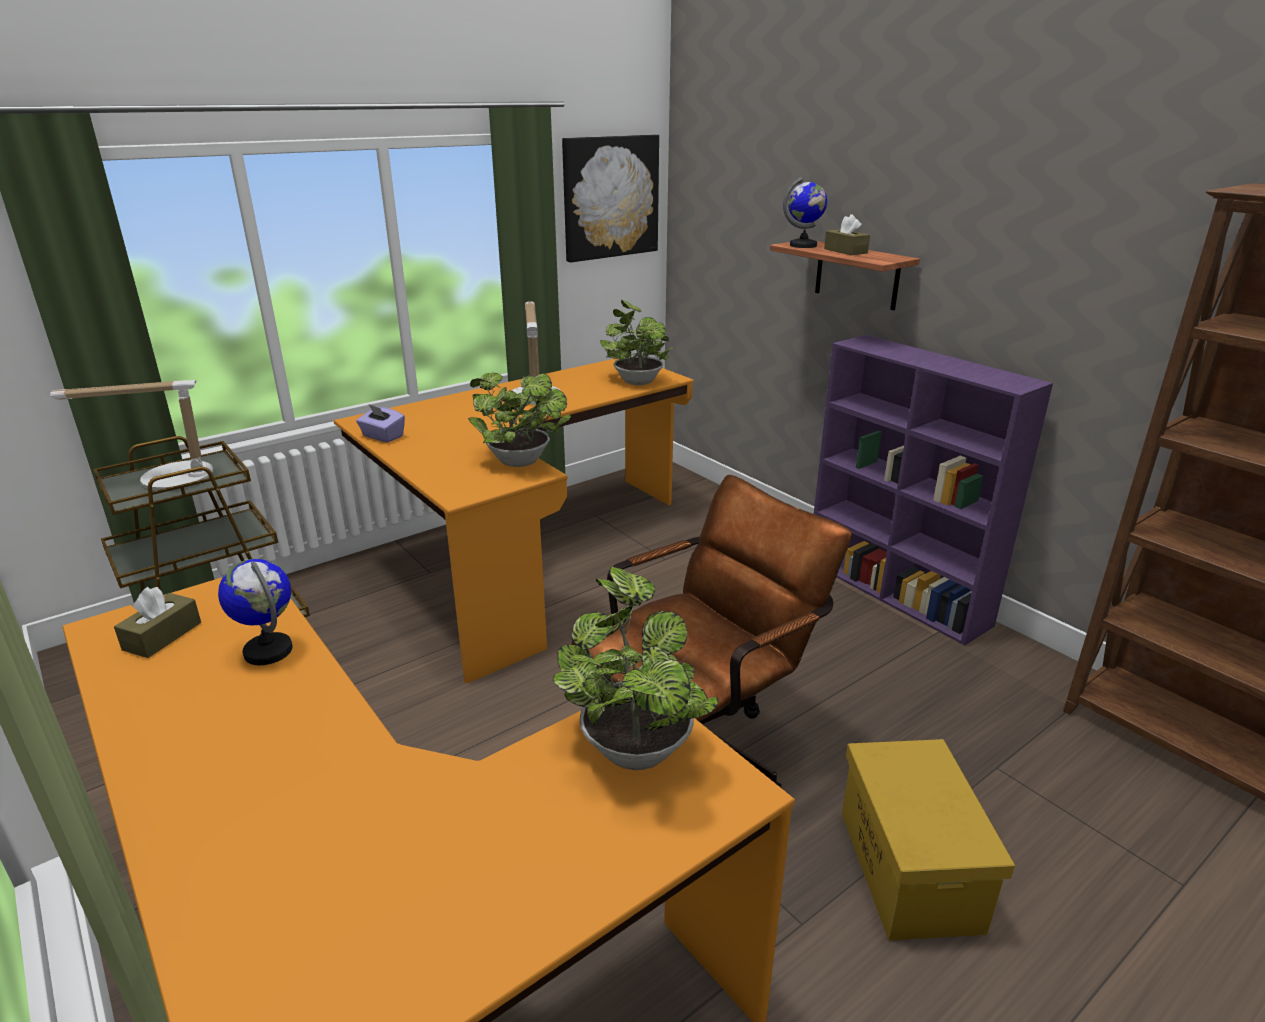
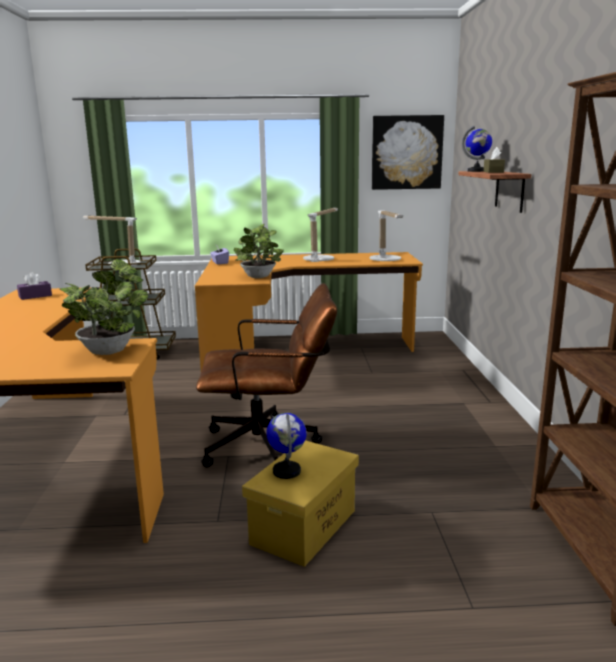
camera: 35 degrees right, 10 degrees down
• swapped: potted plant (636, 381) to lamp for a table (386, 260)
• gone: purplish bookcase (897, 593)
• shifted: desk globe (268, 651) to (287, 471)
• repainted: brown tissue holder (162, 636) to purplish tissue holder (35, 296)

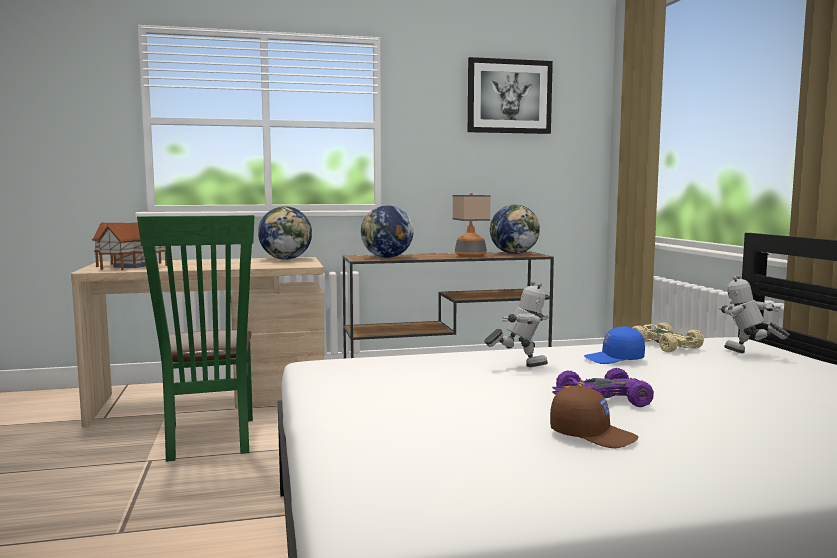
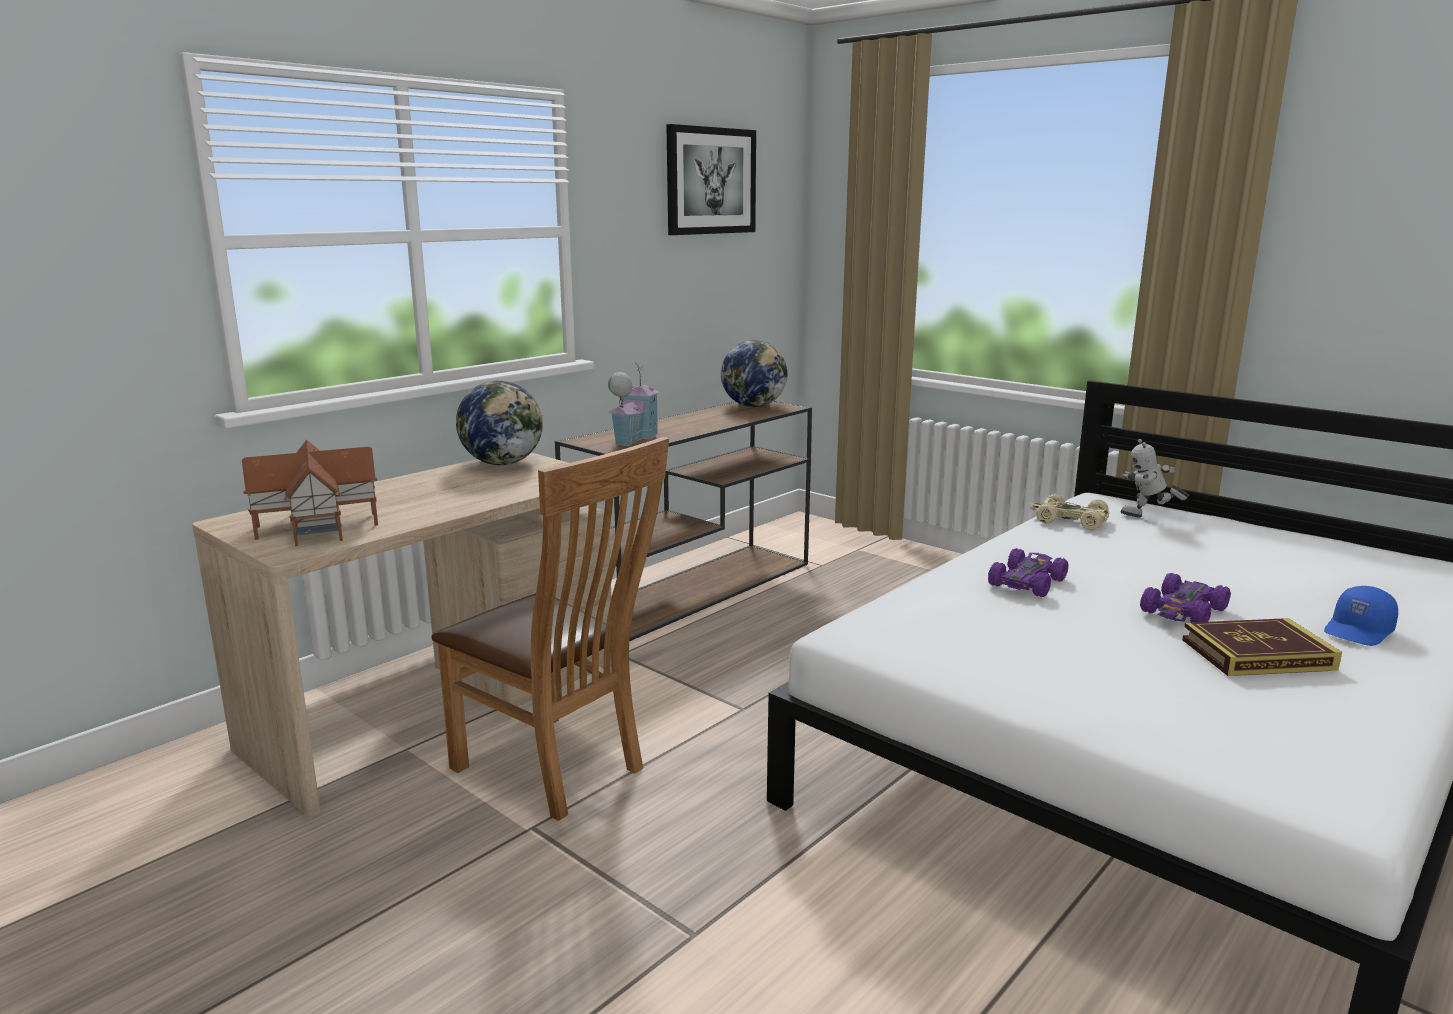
camera: 35 degrees left, 10 degrees up
• gone: lamp for a table (470, 256)
• swapped: desk globe (387, 257) to toy house (633, 438)
• repainted: greenish upright chair (208, 441) to brown upright chair (557, 770)
• swapped: toy robot (519, 365) to purplish toy car (1027, 582)
• shifted: bluish peaked cap (614, 359) to (1359, 631)
• swapped: brown peaked cap (592, 434) to volume (1257, 654)

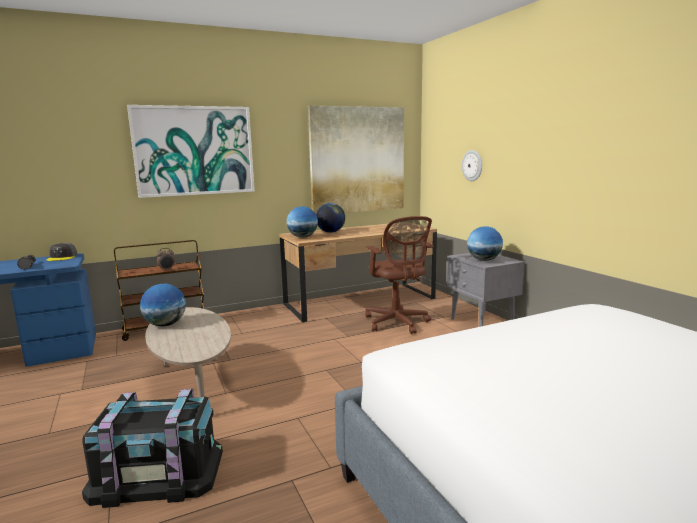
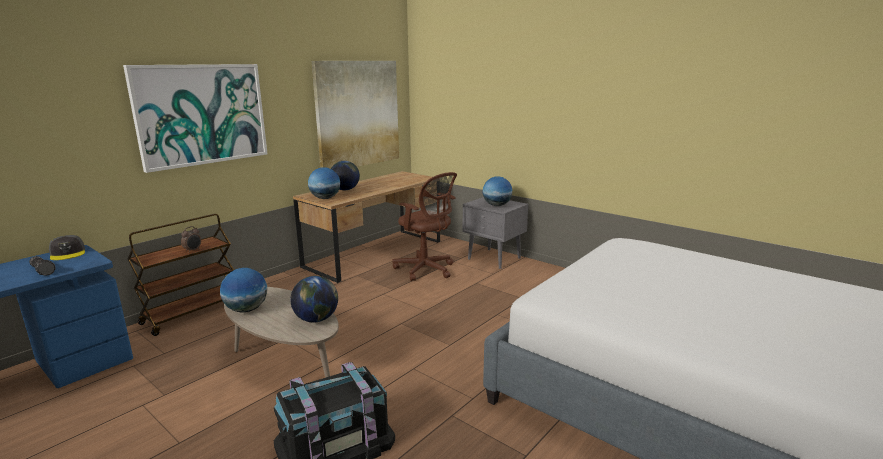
camera: 25 degrees left, 5 degrees up
• gone: hanging clock (472, 165)
• new: desk globe (316, 319)

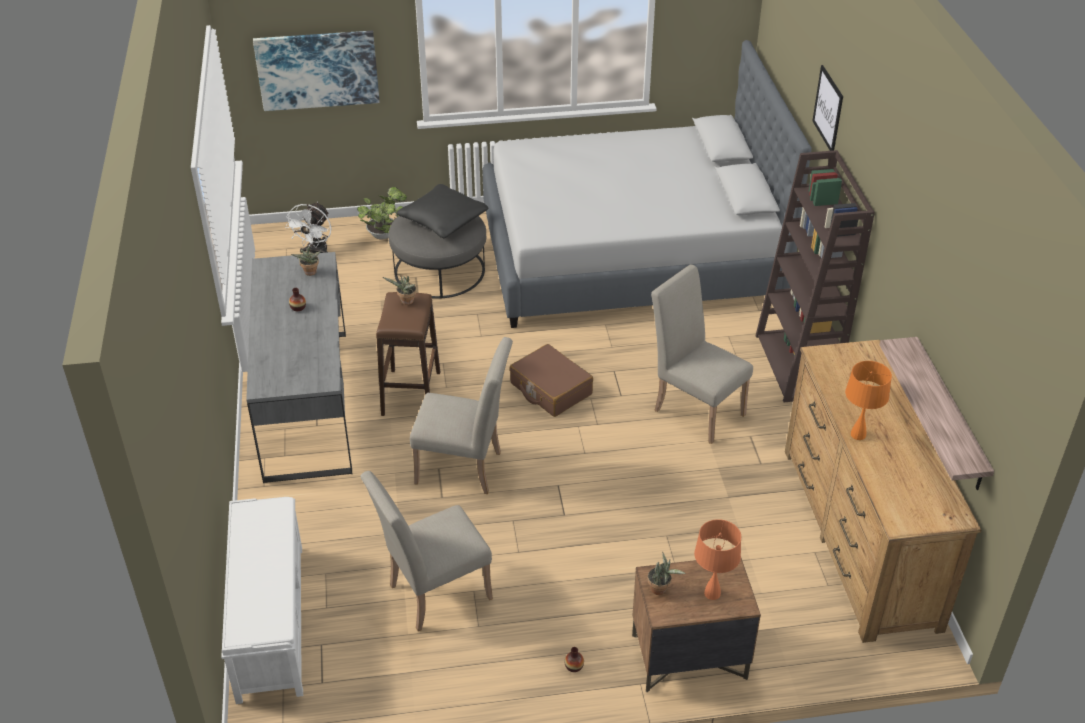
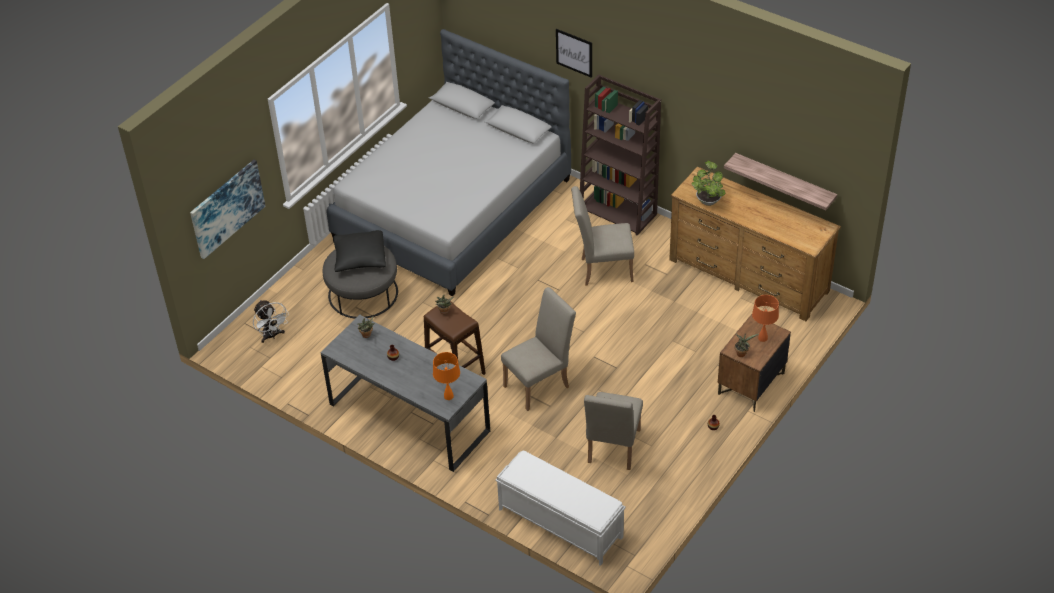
camera: 45 degrees left, 5 degrees up
• shifted: potted plant (384, 234) to (708, 200)
• gone: brown travel case (550, 389)
• shifted: orange-coloured lamp for a table (858, 434) to (448, 396)

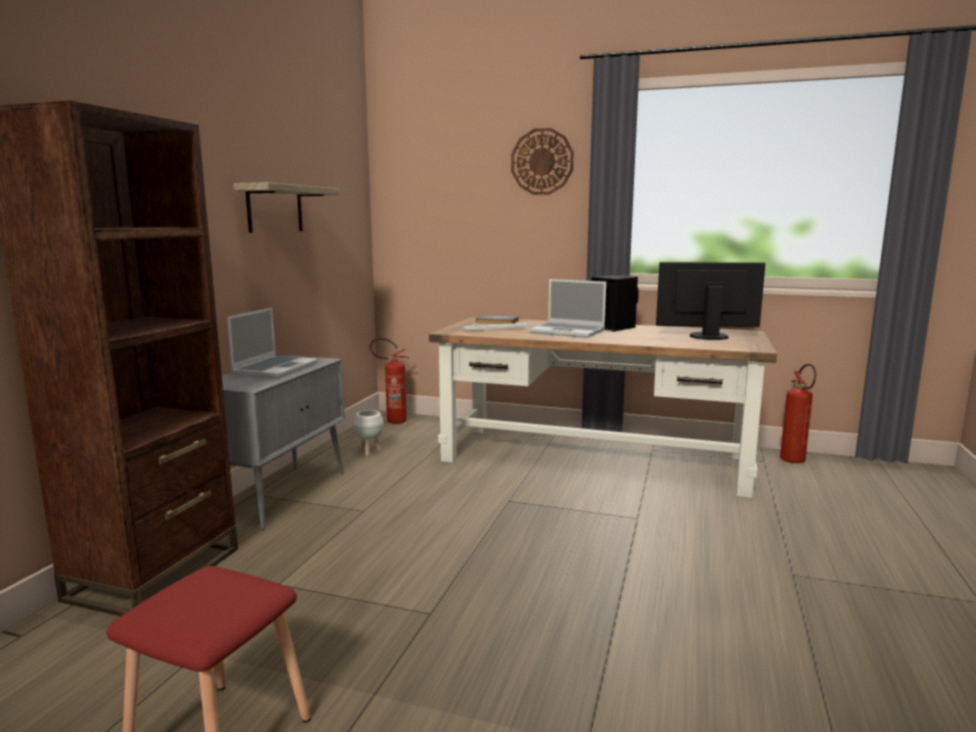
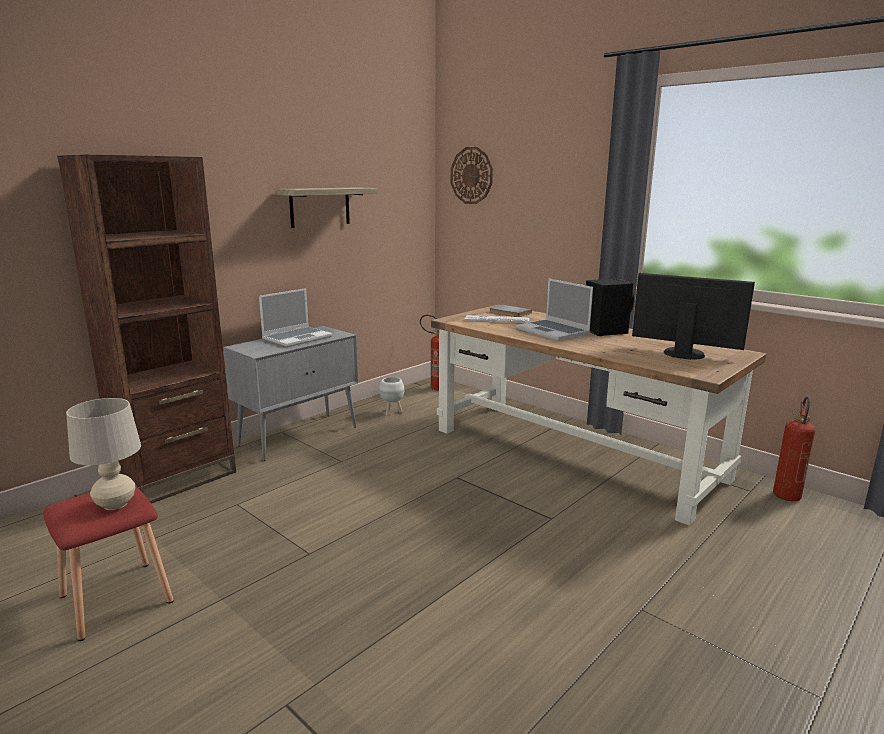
camera: 25 degrees right, 5 degrees up
• shifted: hanging clock (542, 162) to (471, 175)
• new: beige-coloured lamp for a table (115, 504)

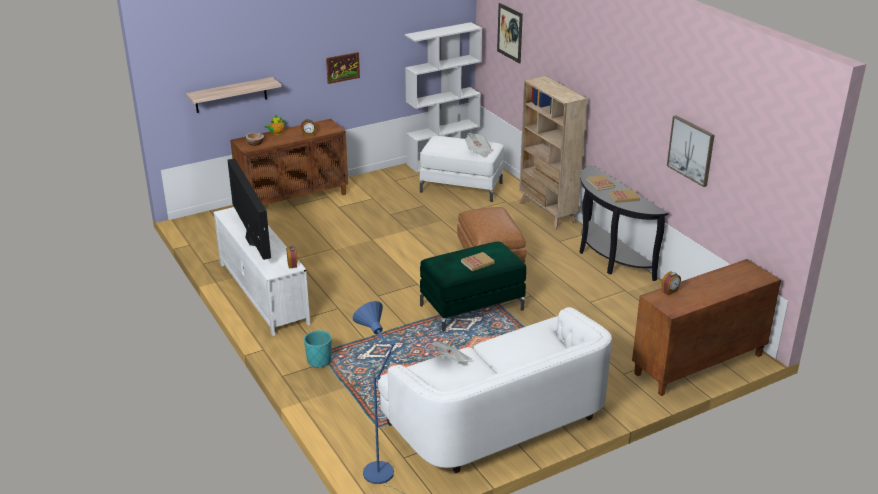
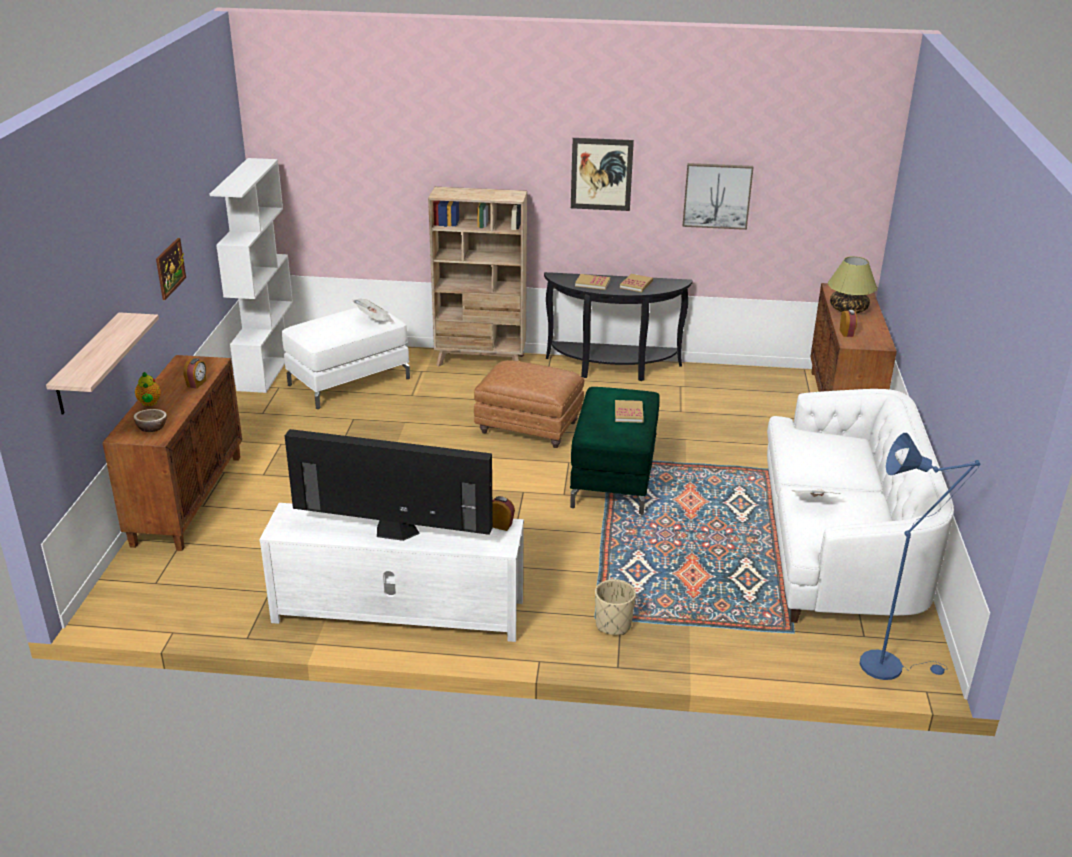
camera: 55 degrees left, 0 degrees up
• shifted: wall picture (509, 32) to (601, 174)
• repainted: turquoise flower pot (319, 361) to beige-coloured flower pot (613, 625)
• new: lamp for a table (848, 309)

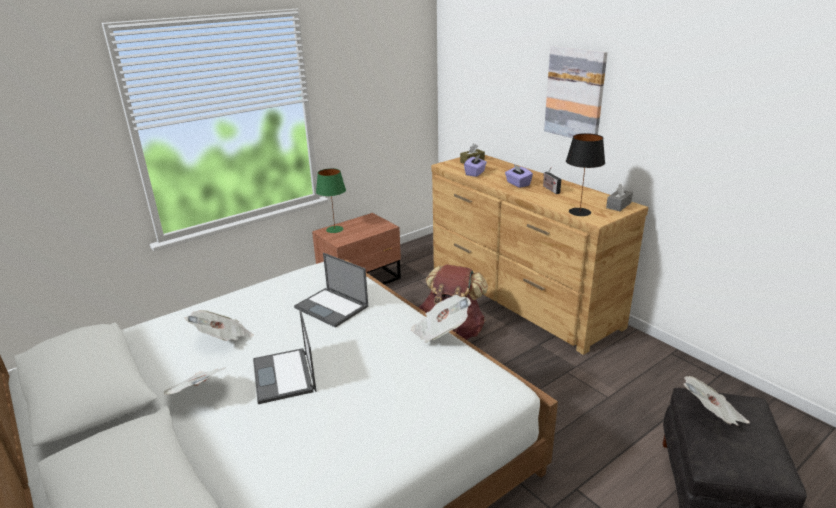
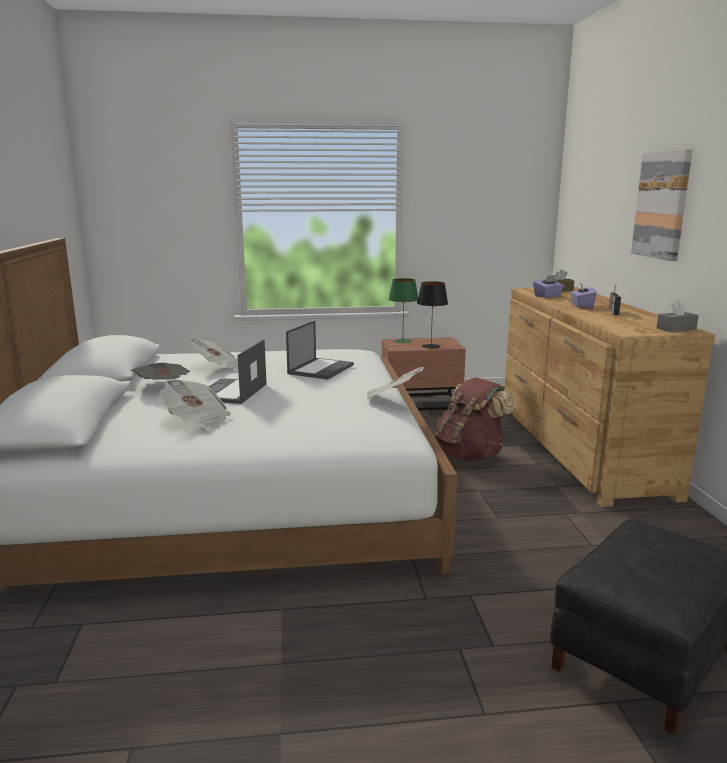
camera: 30 degrees right, 10 degrees down
• shifted: blackish lamp for a table (579, 212) to (430, 346)
• rotated: laptop (332, 307) = (321, 369) 135 degrees counterclockwise
• shifted: printed paper (712, 415) to (197, 421)

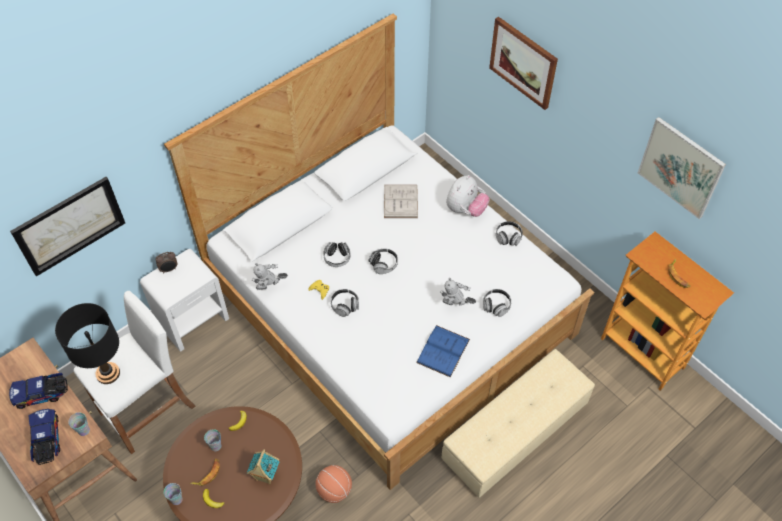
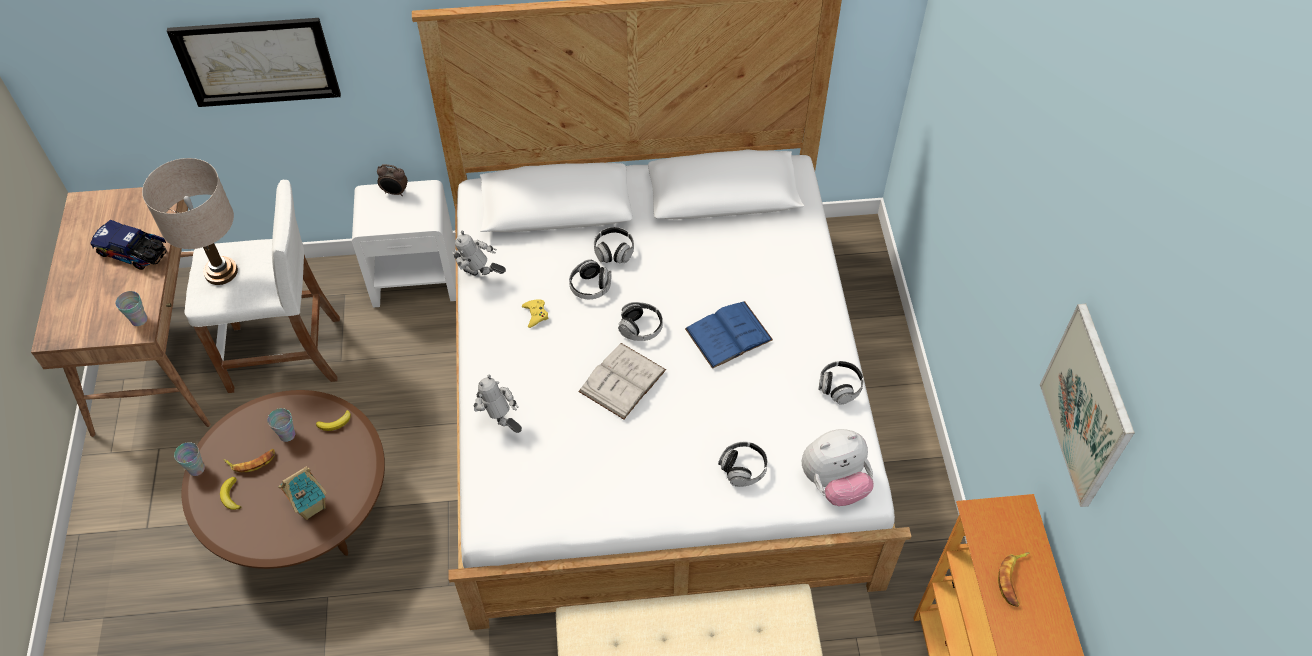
camera: 35 degrees right, 0 degrees up
• gone: wall picture (523, 62)
• shifted: soft toy (465, 209) to (834, 483)
• shifted: white-coloured volume (400, 201) to (622, 380)
• shifted: toy robot (455, 306) to (501, 424)
• shifted: headset (345, 306) to (614, 251)
• repainted: blackish lamp for a table (108, 373) to beige-coloured lamp for a table (221, 272)
• shifted: bluish volume (443, 351) to (728, 334)
• gone: toy truck (46, 441)
• gone: basketball (334, 490)

